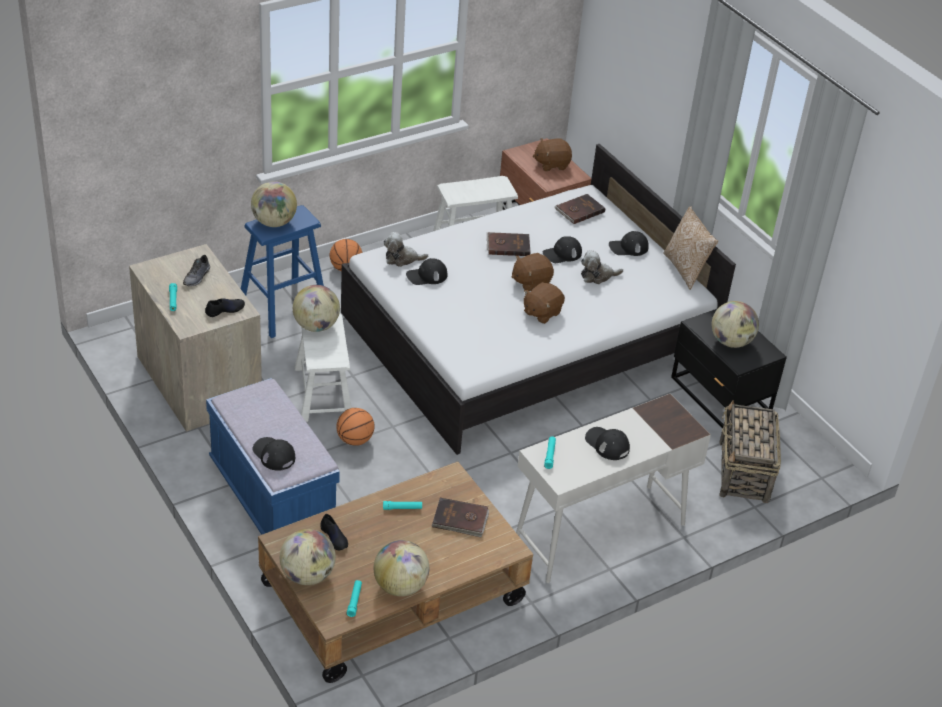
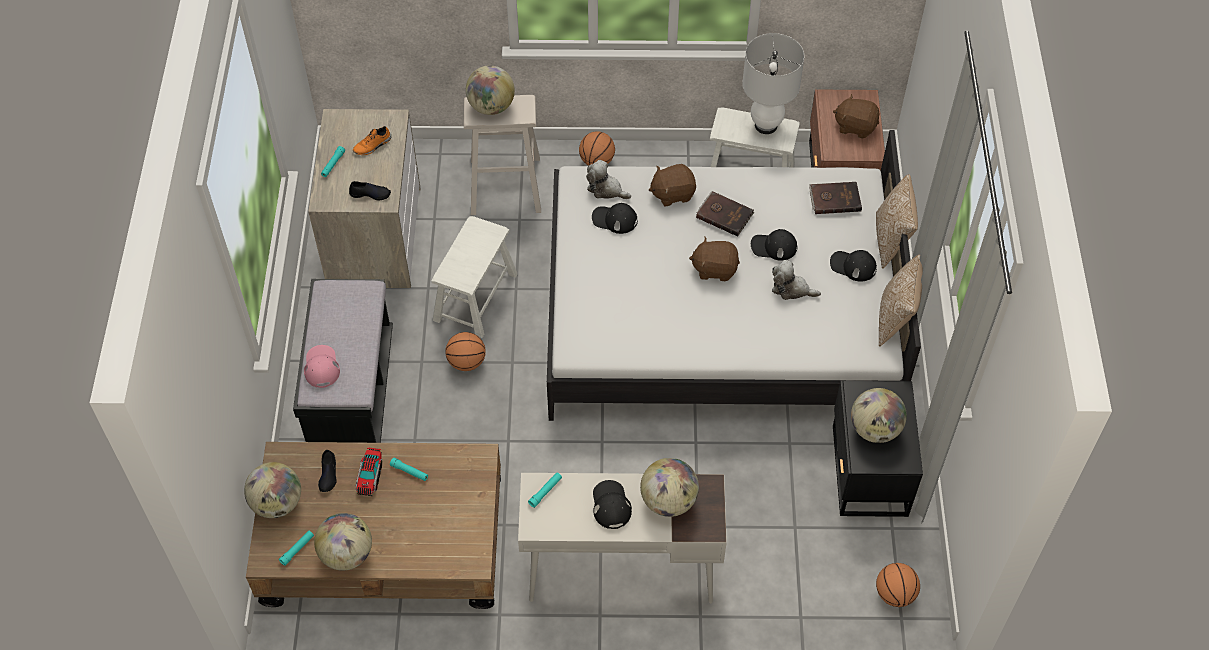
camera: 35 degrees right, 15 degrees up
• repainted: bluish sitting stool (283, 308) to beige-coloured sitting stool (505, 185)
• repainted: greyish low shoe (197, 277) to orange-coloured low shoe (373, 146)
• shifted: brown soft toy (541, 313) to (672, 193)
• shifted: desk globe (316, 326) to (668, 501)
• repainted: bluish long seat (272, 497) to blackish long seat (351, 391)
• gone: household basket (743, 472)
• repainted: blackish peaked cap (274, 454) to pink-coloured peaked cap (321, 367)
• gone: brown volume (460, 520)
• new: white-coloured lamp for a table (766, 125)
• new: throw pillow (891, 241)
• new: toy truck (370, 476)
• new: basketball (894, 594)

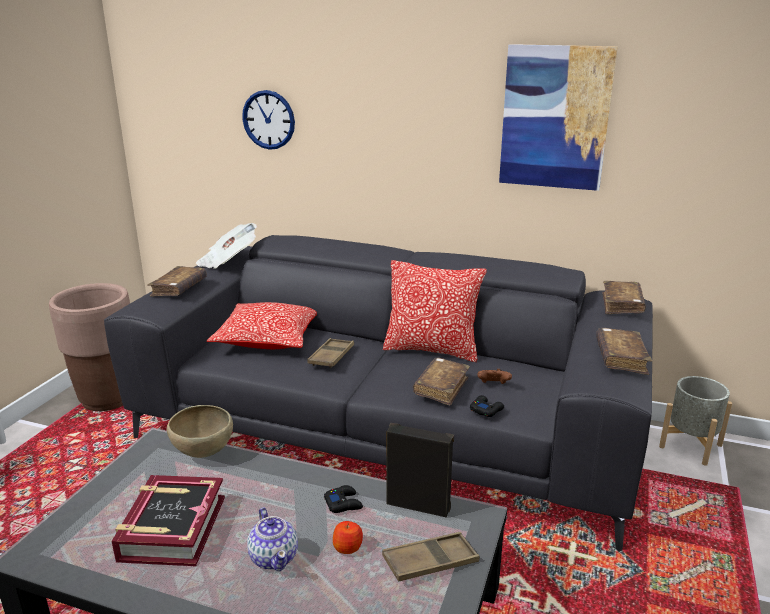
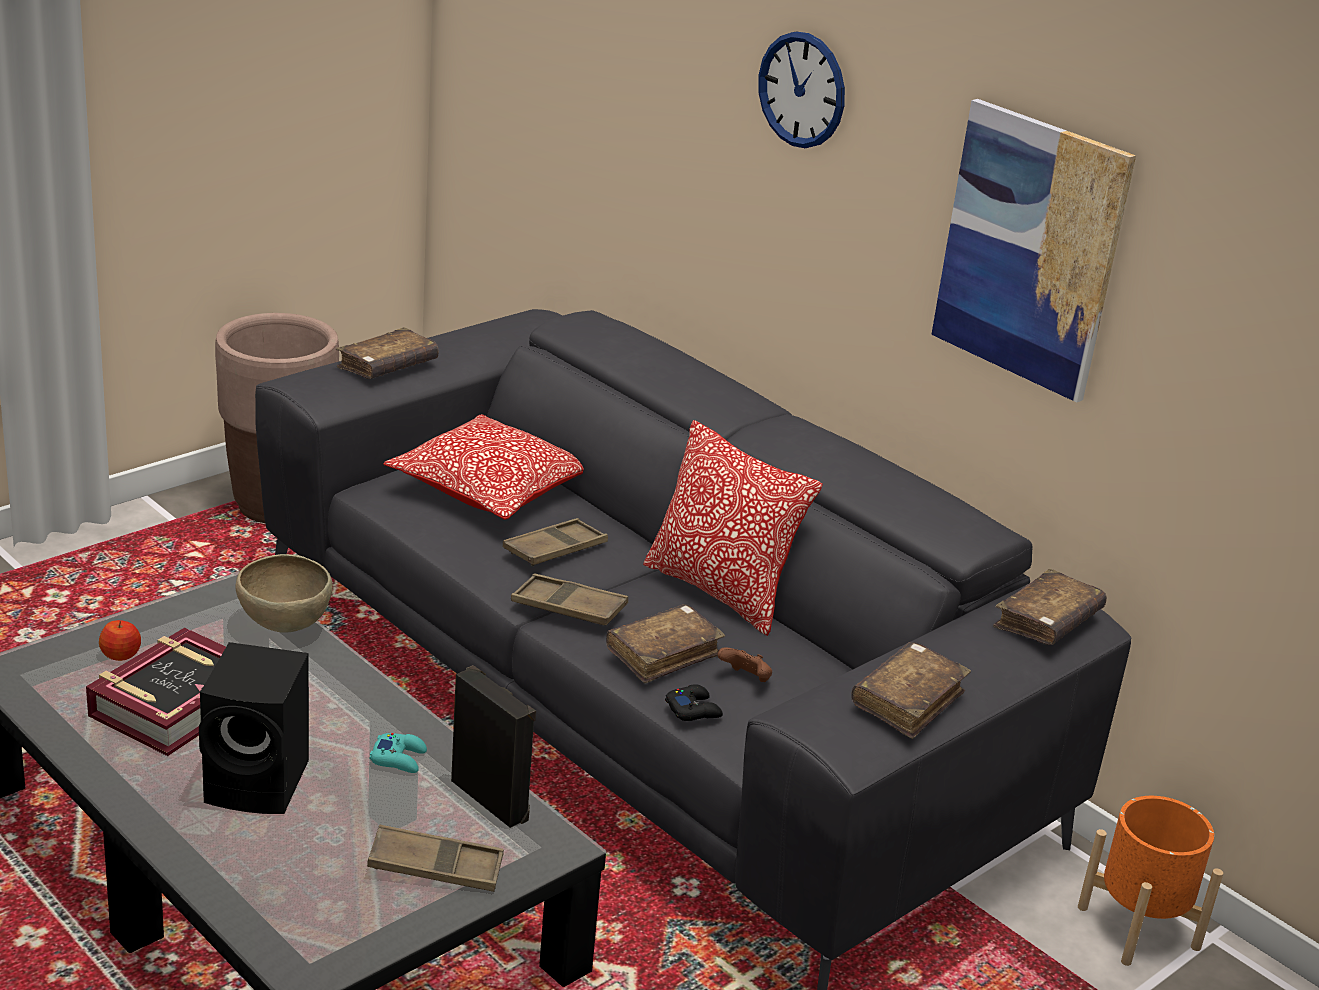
camera: 25 degrees right, 5 degrees up
• shifted: hanging clock (268, 120) to (802, 90)
• gone: printed paper (228, 262)
• repainted: greyish flower pot (690, 445) to orange-coloured flower pot (1138, 927)
• repainted: blackish gamepad (343, 503) to turquoise gamepad (399, 758)
• swapped: teapot (274, 557) to blackish loudspeaker (260, 783)
• shifted: whole apple (348, 547) to (121, 654)
• new: brown serving tray (568, 607)

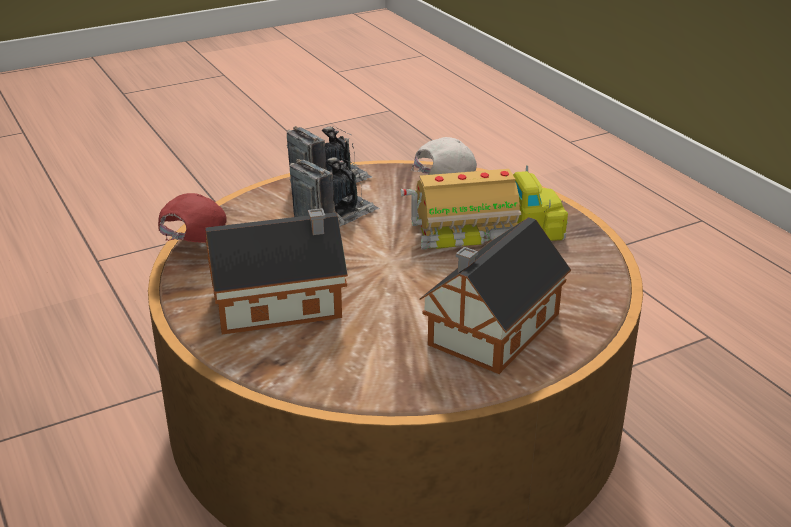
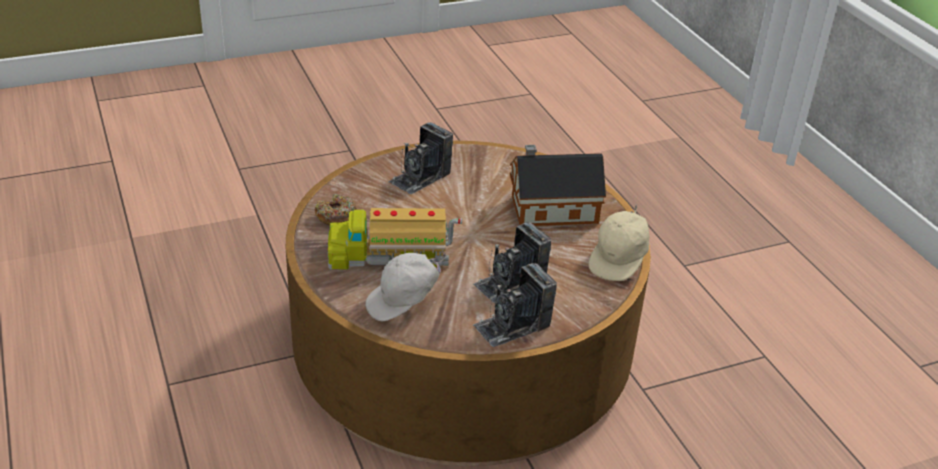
camera: 175 degrees left, 5 degrees up
• repainted: red peaked cap (198, 249) to beige-coloured peaked cap (619, 260)
• swapped: toy house (490, 331) to photo camera (420, 177)
• new: donut (336, 216)

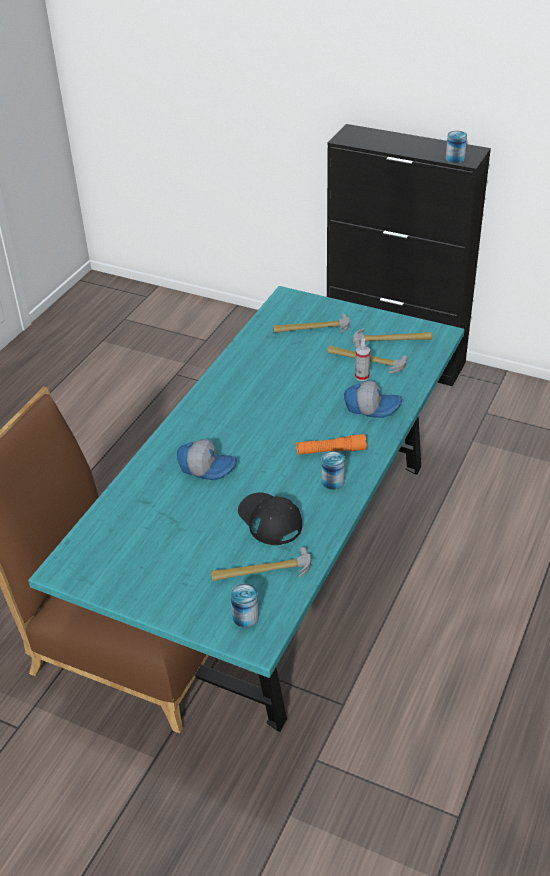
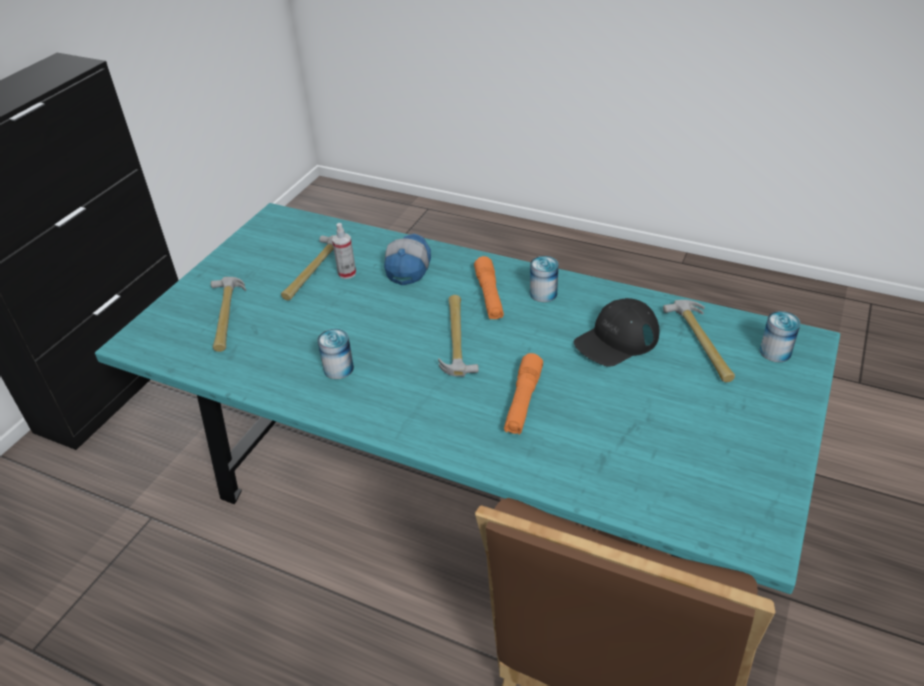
camera: 90 degrees left, 0 degrees up
• shifted: can (455, 159) to (338, 368)
• shifted: hand hammer (391, 340) to (457, 338)
• swapped: peaked cap (207, 466) to orange-coloured hand torch (523, 401)

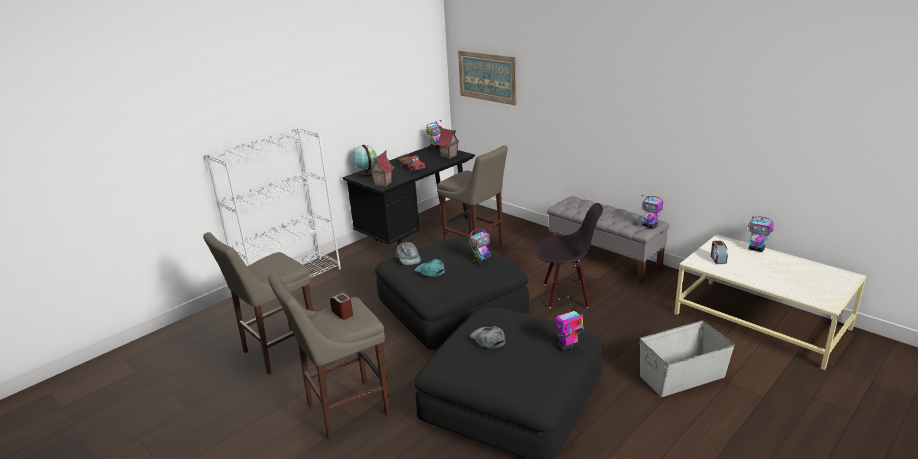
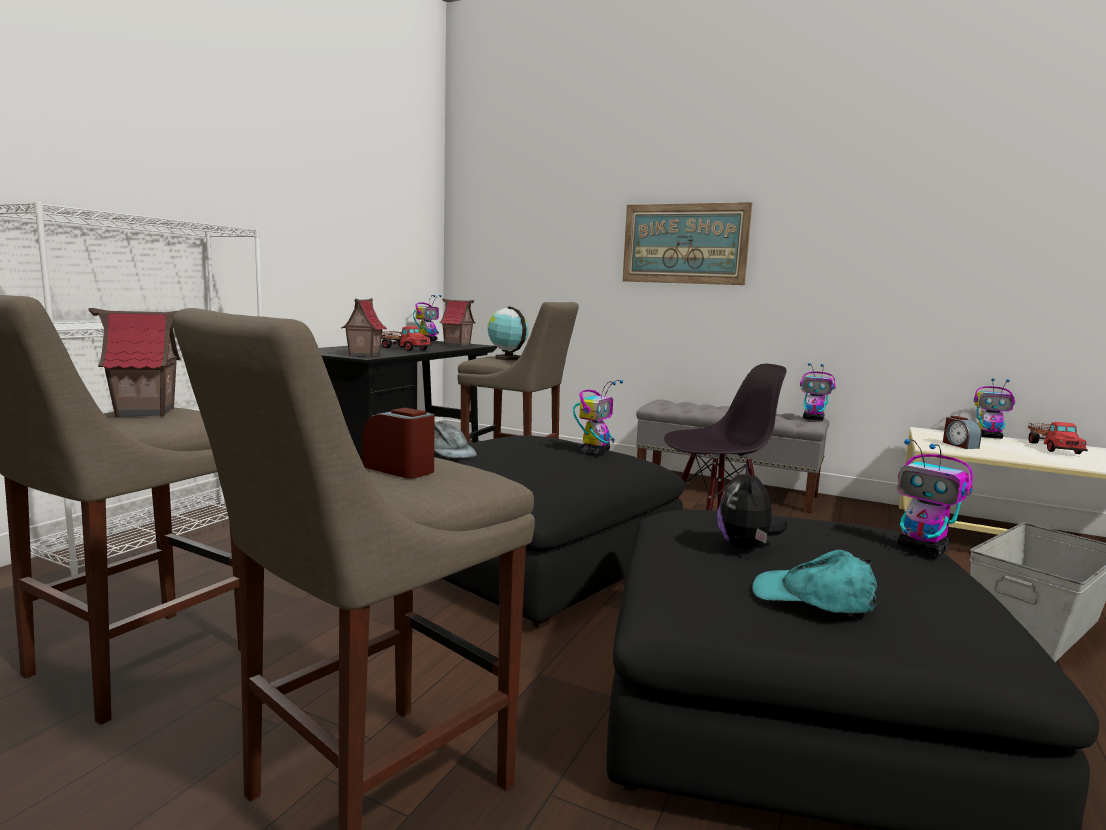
camera: 20 degrees left, 15 degrees down
• shifted: wall picture (487, 77) to (684, 244)
• shifted: desk globe (366, 173) to (507, 358)
• shifted: turquoise peaked cap (430, 271) to (813, 597)
• rotated: toy robot (567, 346) = (923, 549) 90 degrees counterclockwise
• swapped: greyish peaked cap (488, 339) to soft toy (746, 547)
• new: toy house (145, 412)
• new: toy truck (1054, 447)

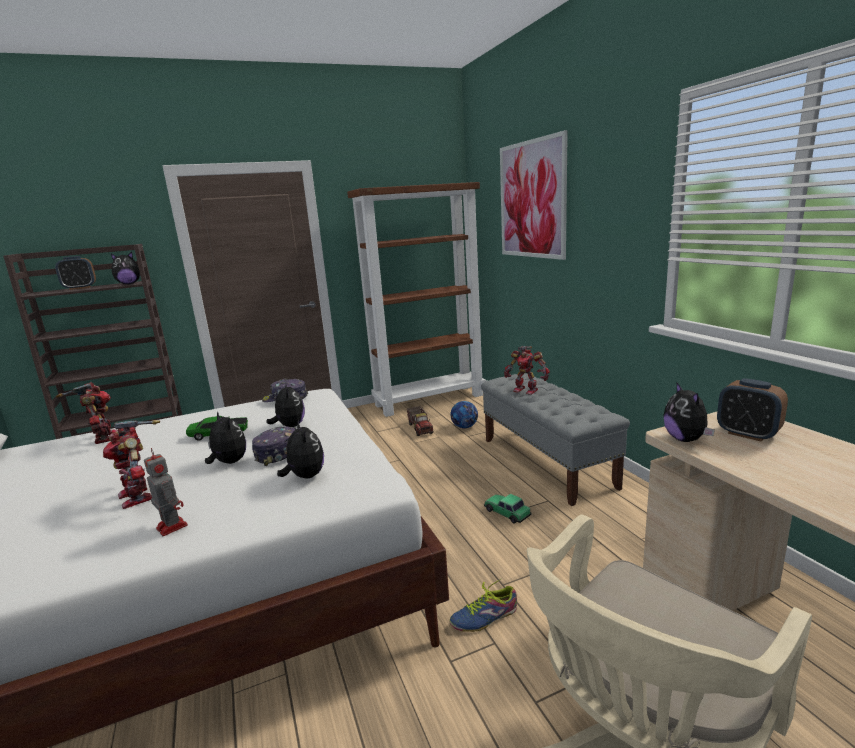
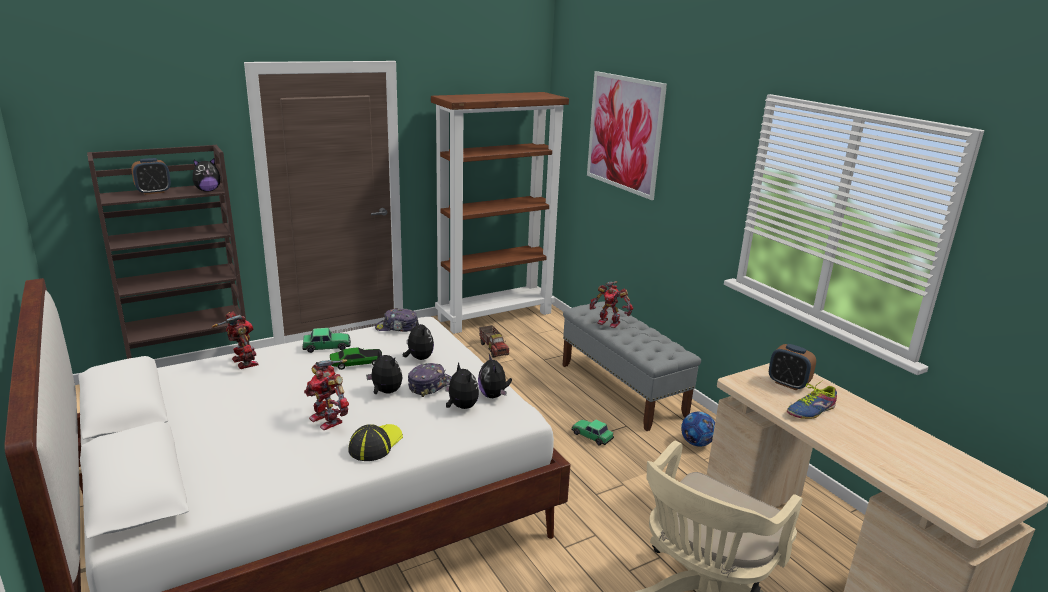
camera: 10 degrees left, 5 degrees up
• shifted: soft toy (686, 439) to (493, 396)
• shifted: football ball (464, 427) to (696, 443)
• swapped: toy robot (171, 526) to peaked cap (375, 444)
• shifted: low shoe (485, 617) to (811, 410)
• new: toy car (327, 346)

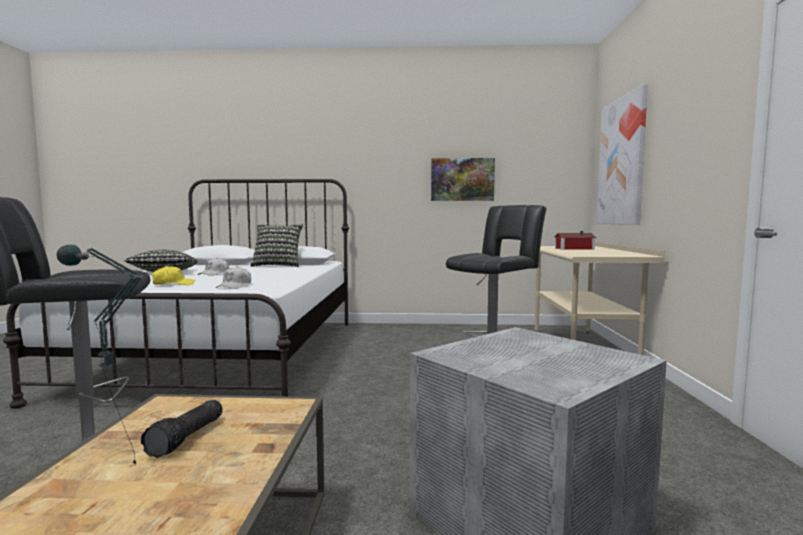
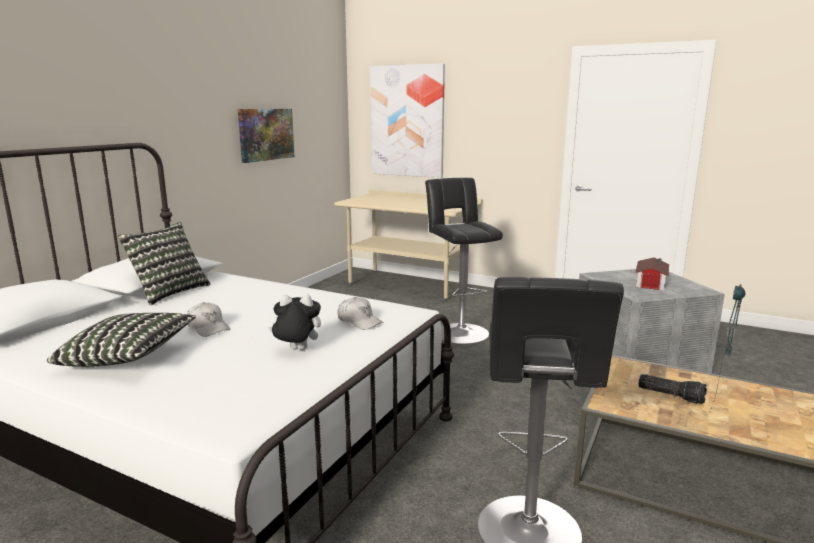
camera: 65 degrees left, 10 degrees up
• shifted: toy house (573, 248) to (649, 283)
• swapped: yellowish peaked cap (173, 284) to soft toy (296, 350)

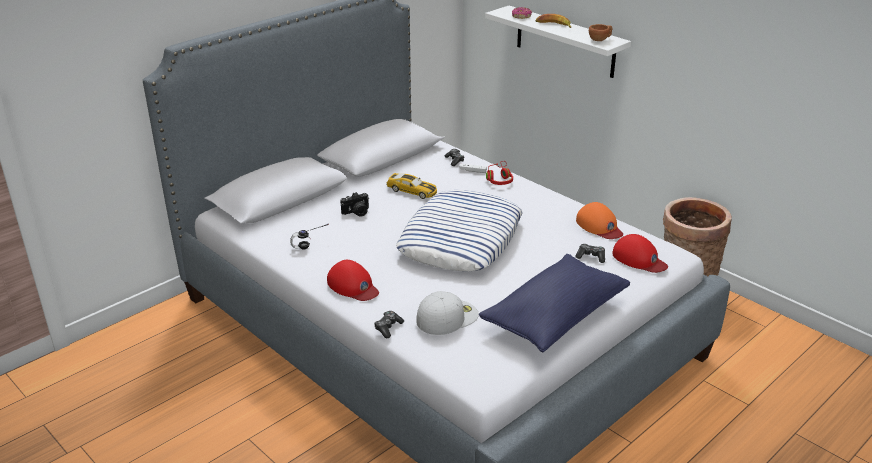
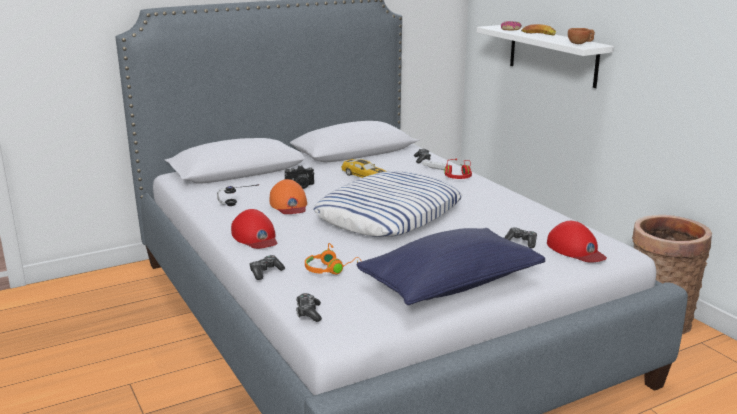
camera: 15 degrees right, 10 degrees down
• shifted: orange-coloured peaked cap (599, 226) to (289, 204)
• swapped: white-coloured peaked cap (447, 317) to orange-coloured headset (331, 270)
• new: gamepad (308, 313)

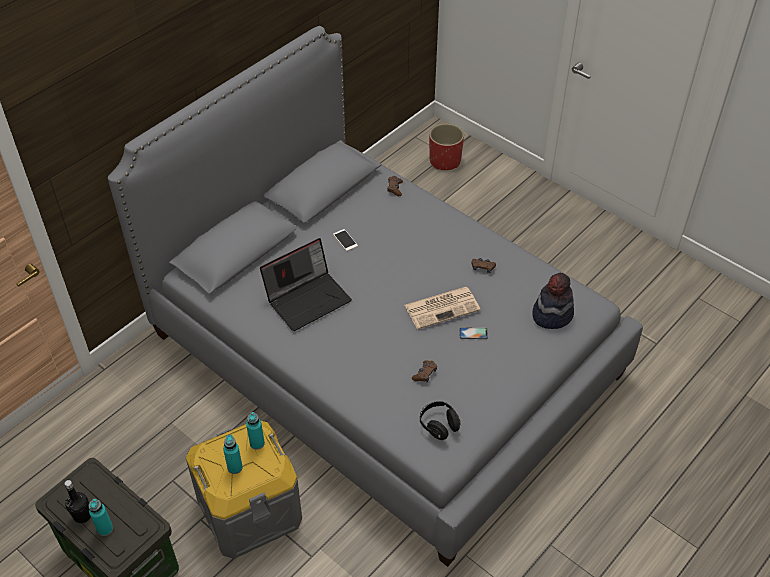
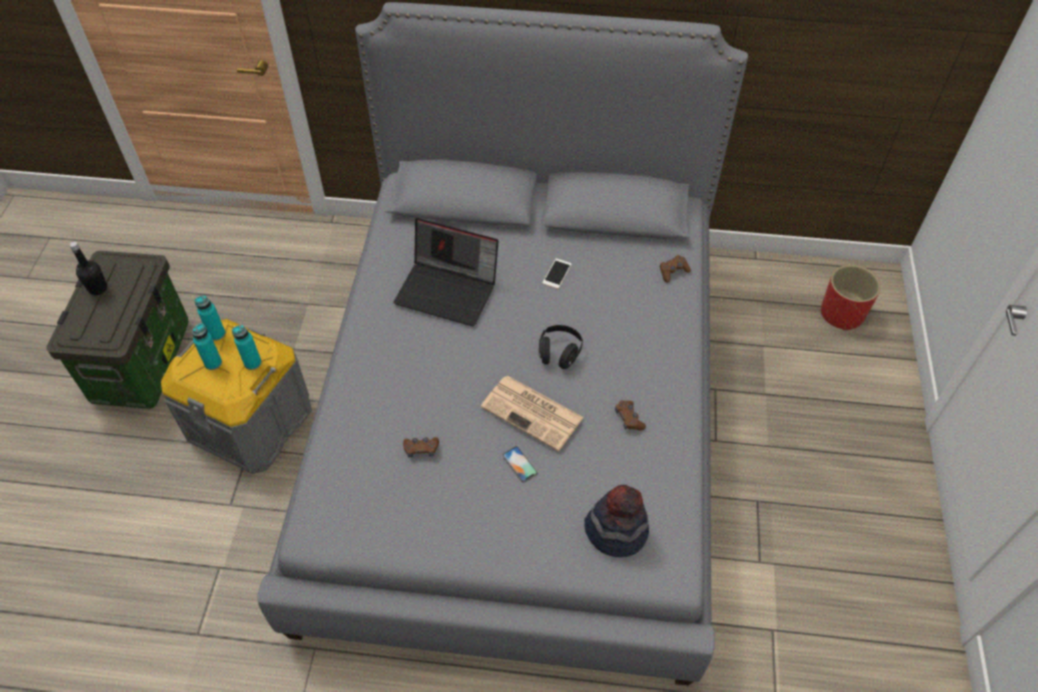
camera: 55 degrees right, 5 degrees up
• shifted: blackish headset (439, 425) to (559, 353)
• shifted: turquoise drink bottle (105, 529) to (217, 334)

